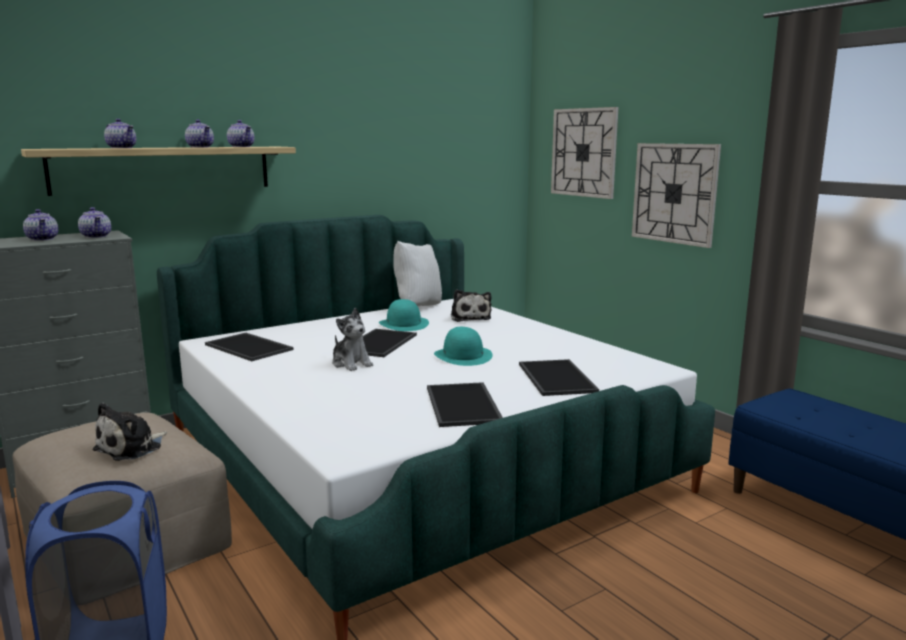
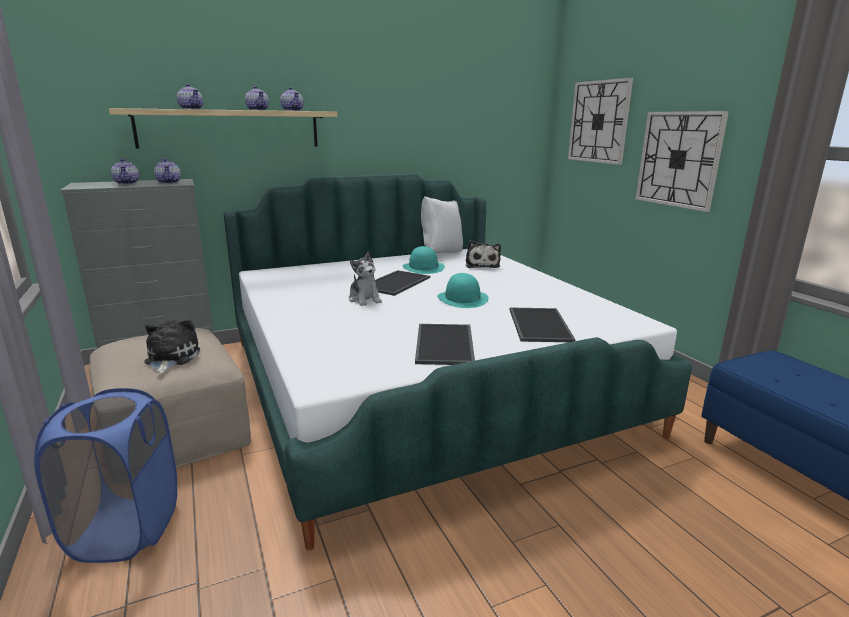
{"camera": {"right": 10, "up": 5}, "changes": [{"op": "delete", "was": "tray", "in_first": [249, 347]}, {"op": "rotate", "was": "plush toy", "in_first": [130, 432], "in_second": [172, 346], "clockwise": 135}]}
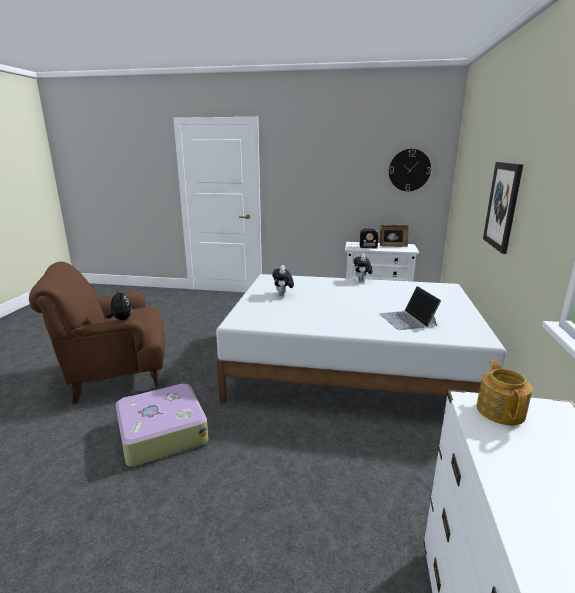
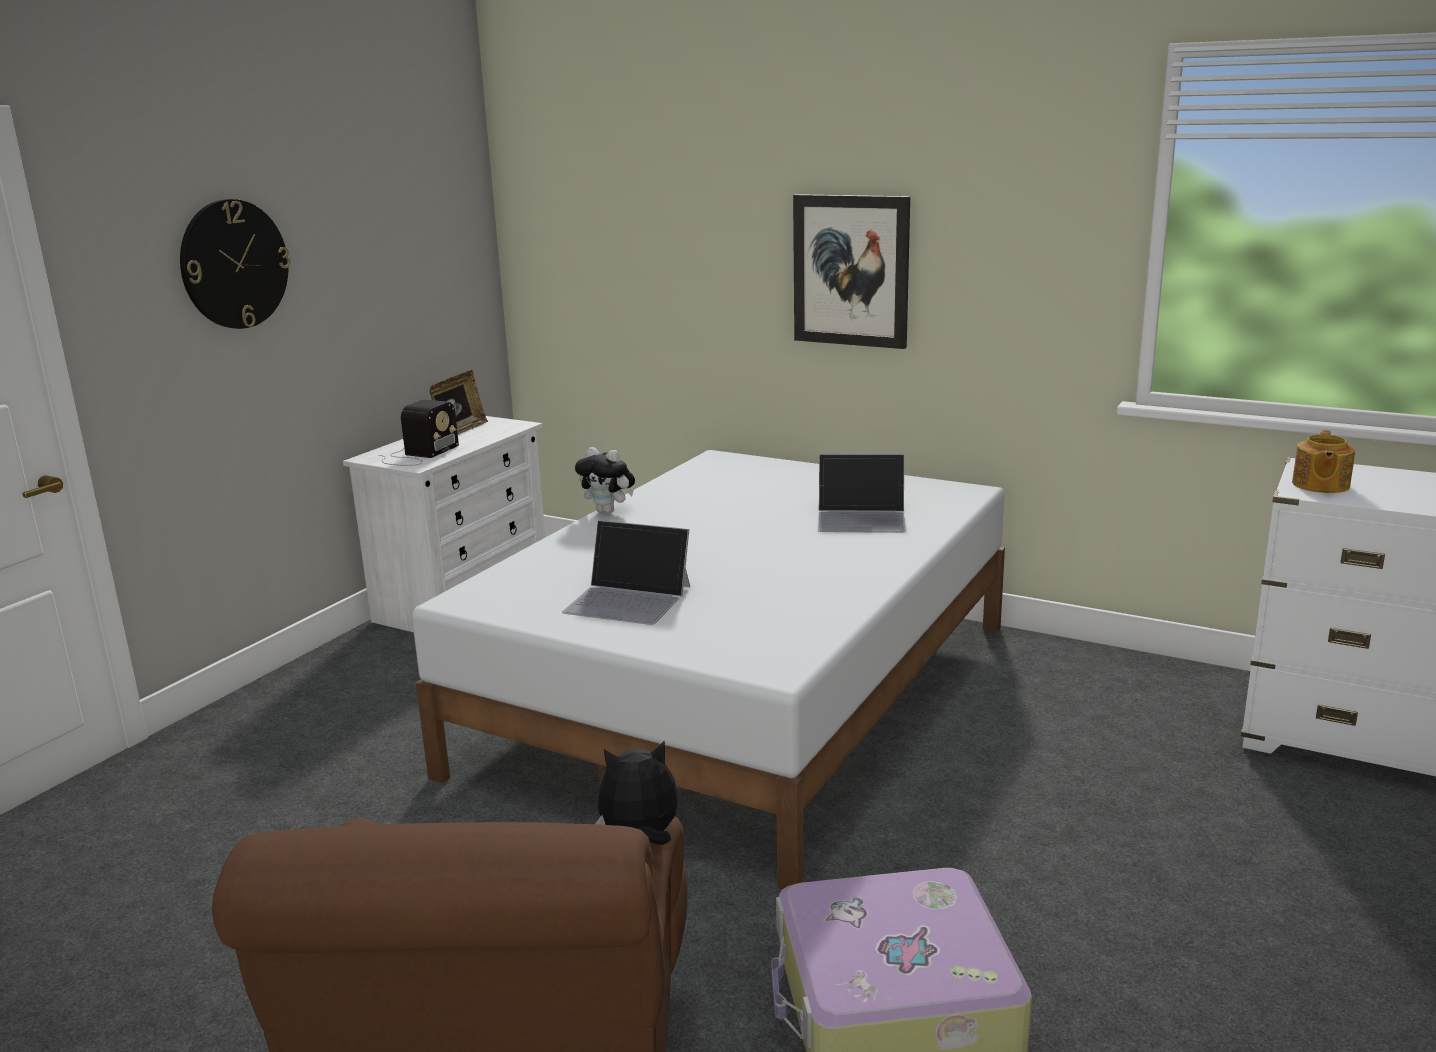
{"camera": {"right": -70, "up": 0}, "changes": [{"op": "move", "was": "wall clock", "in_first": [410, 170], "in_second": [235, 264]}, {"op": "replace", "was": "plush toy", "now": "laptop", "in_first": [283, 280], "in_second": [626, 572]}, {"op": "rotate", "was": "teapot", "in_first": [504, 392], "in_second": [1323, 461], "clockwise": -90}]}
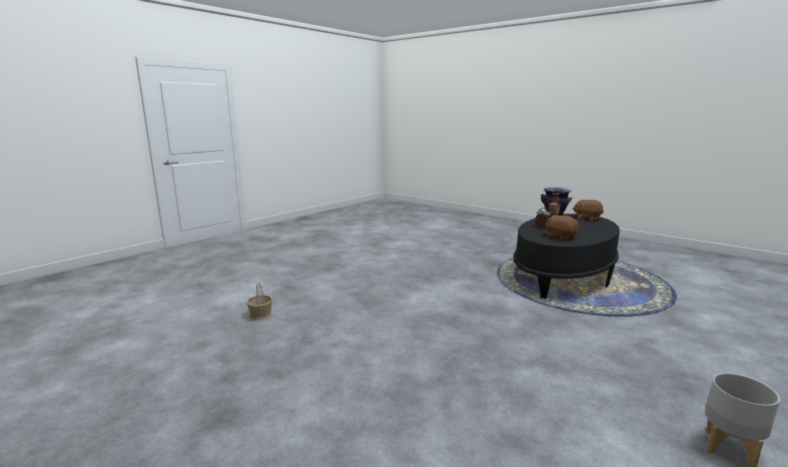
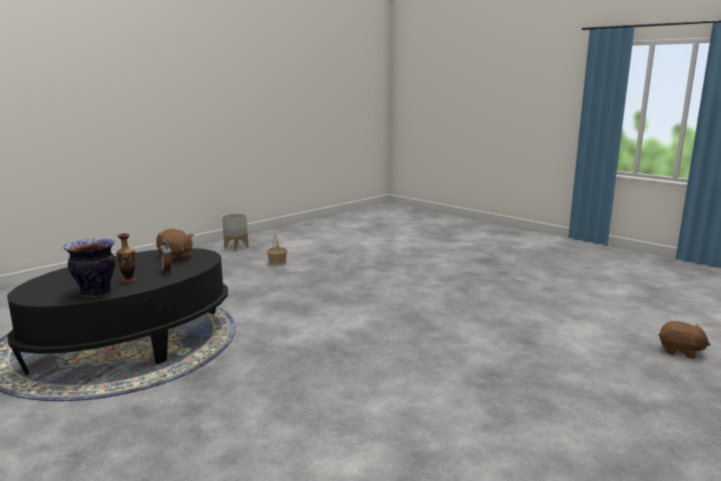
{"camera": {"right": -175, "up": 0}, "changes": [{"op": "move", "was": "basket", "in_first": [259, 300], "in_second": [277, 249]}, {"op": "move", "was": "brown plush toy", "in_first": [587, 210], "in_second": [684, 340]}]}
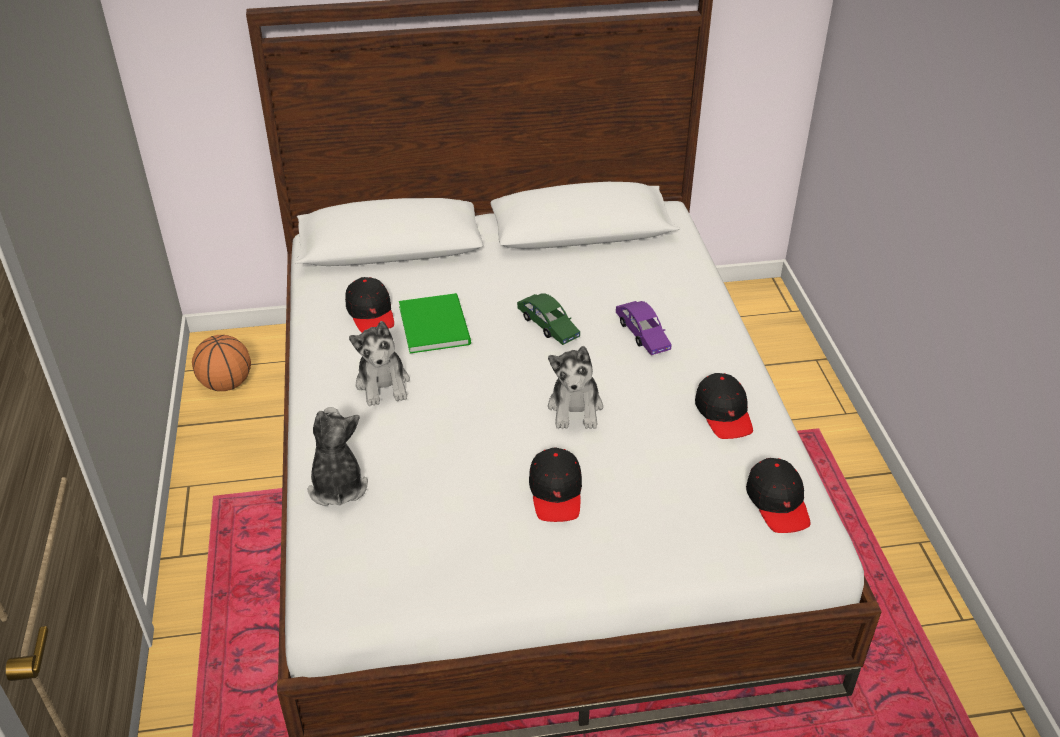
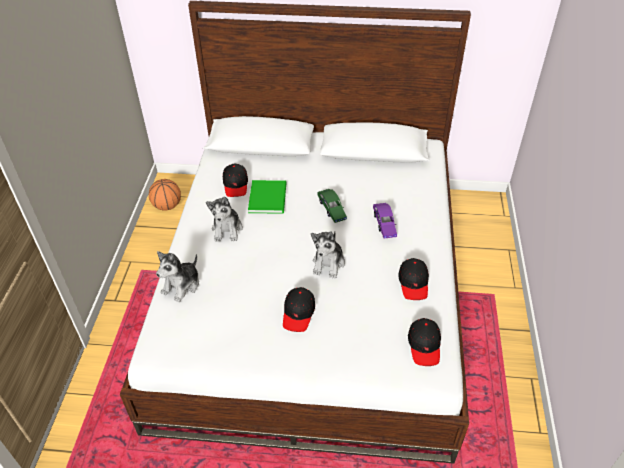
{"camera": {"right": 15, "up": 5}, "changes": [{"op": "rotate", "was": "plush toy", "in_first": [338, 456], "in_second": [177, 276], "clockwise": -150}]}
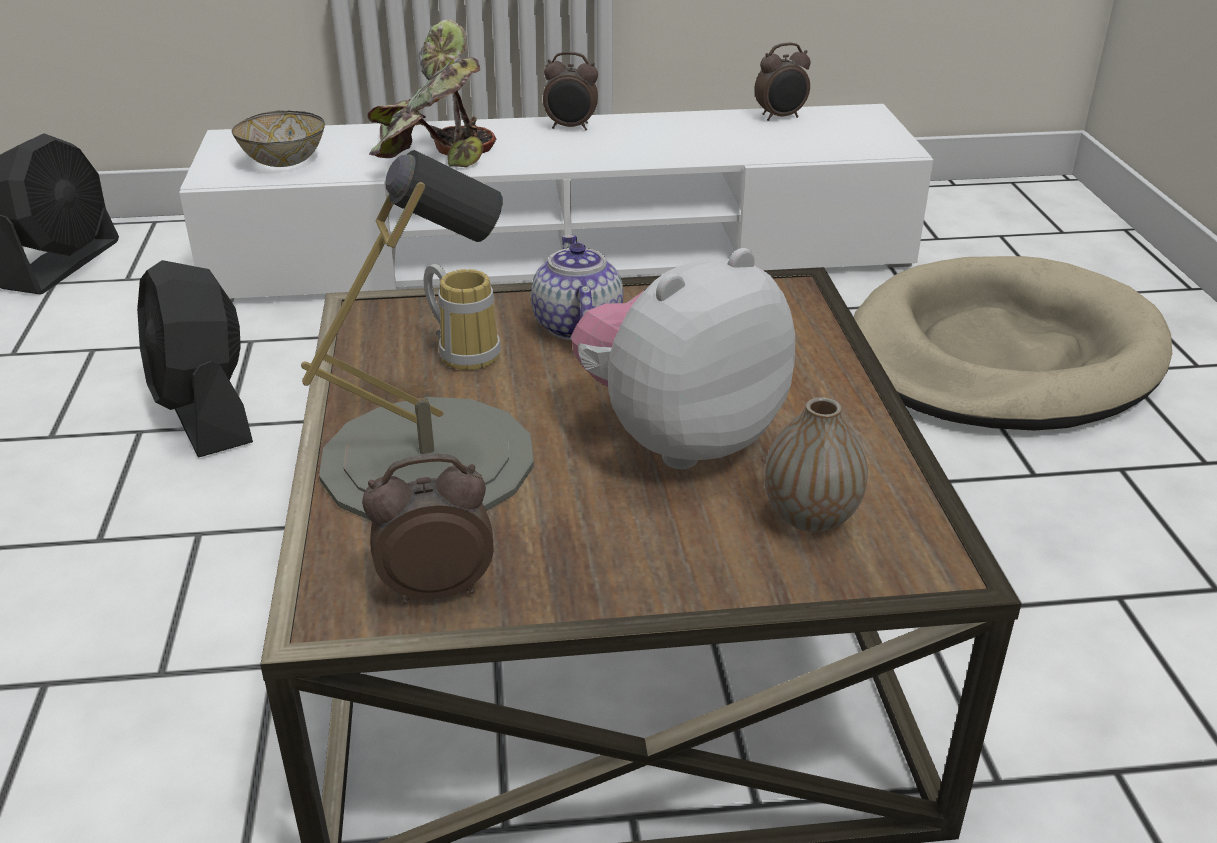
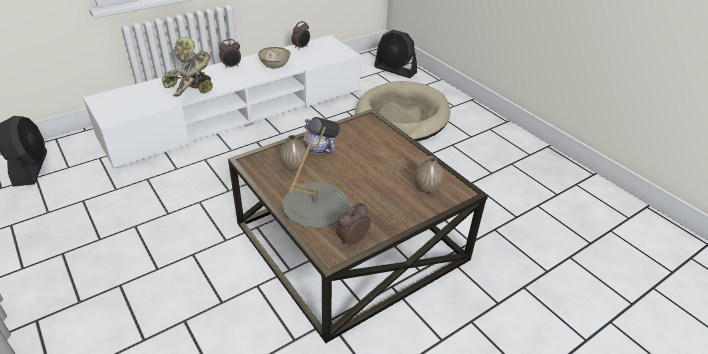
{"camera": {"right": -30, "up": 5}, "changes": [{"op": "delete", "was": "plush toy", "in_first": [683, 358]}, {"op": "move", "was": "black fan", "in_first": [195, 359], "in_second": [395, 54]}, {"op": "move", "was": "bowl", "in_first": [278, 139], "in_second": [274, 57]}, {"op": "replace", "was": "mug", "now": "vase", "in_first": [462, 317], "in_second": [293, 153]}]}
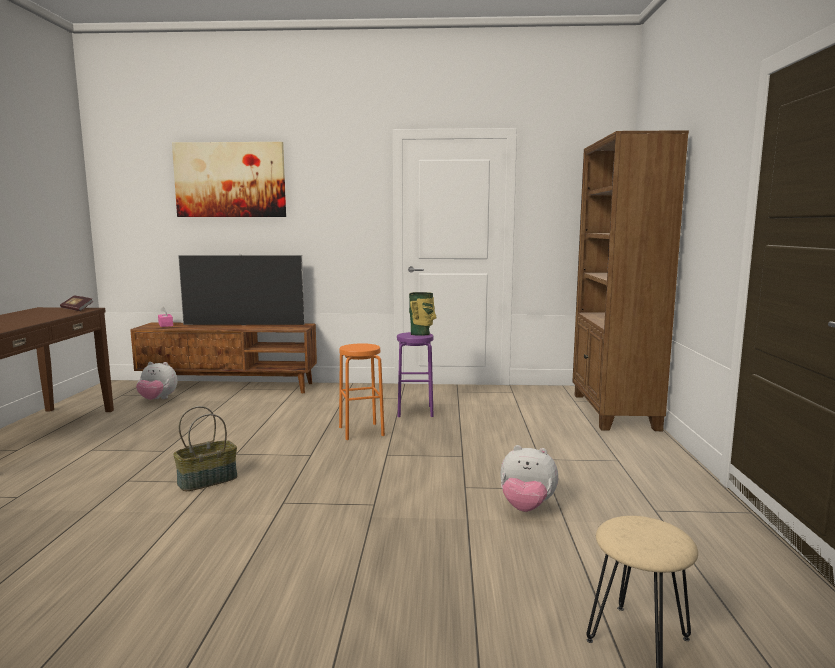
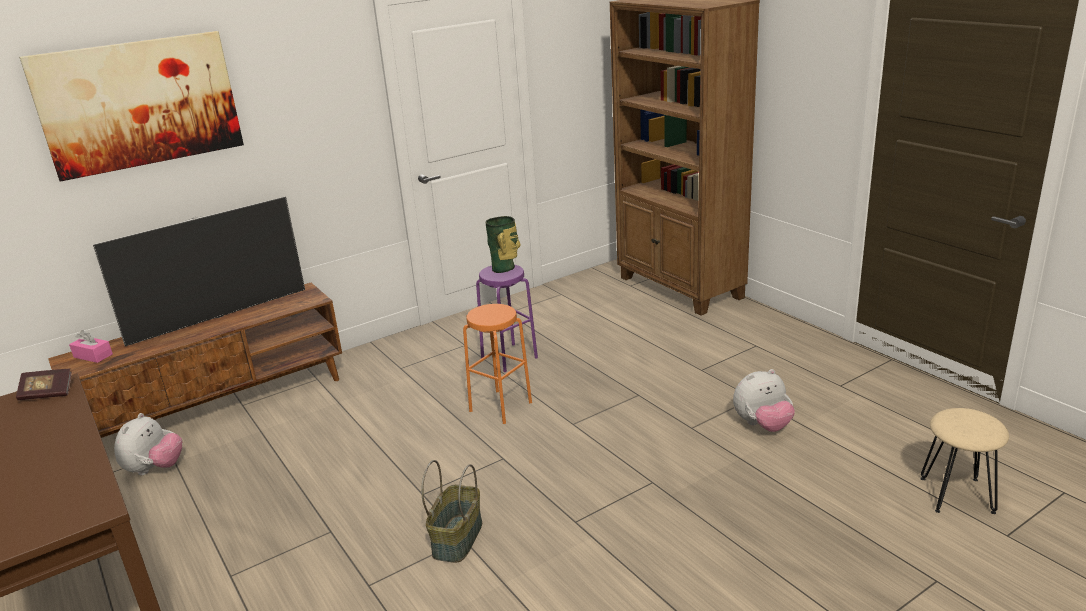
{"camera": {"right": -35, "up": 15}, "changes": [{"op": "rotate", "was": "plush toy", "in_first": [156, 381], "in_second": [148, 444], "clockwise": -45}]}
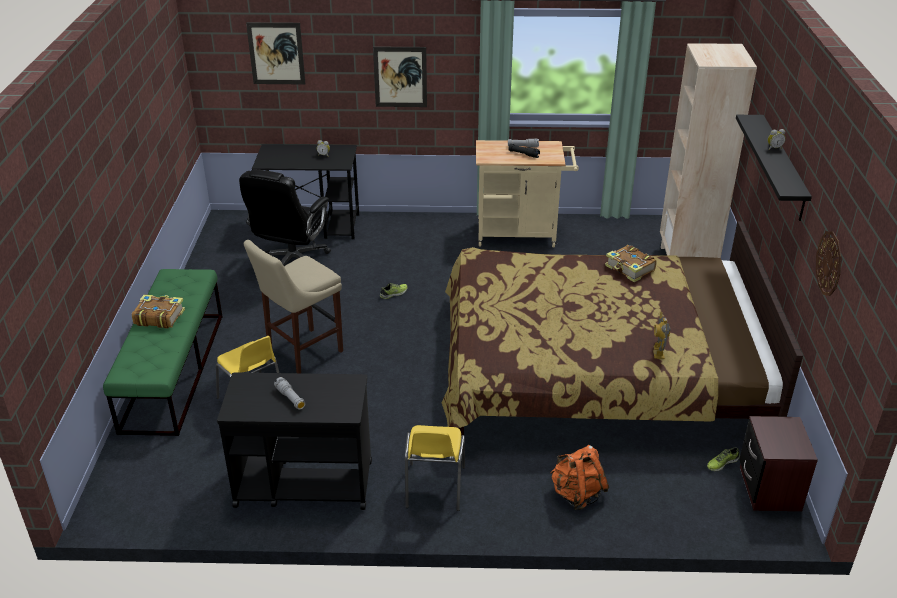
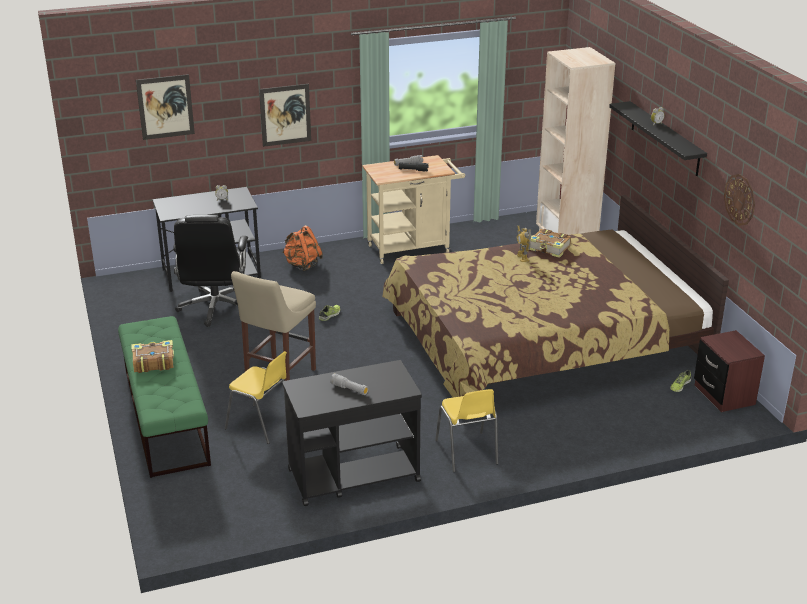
{"camera": {"right": -20, "up": -5}, "changes": [{"op": "move", "was": "orange backpack", "in_first": [579, 477], "in_second": [302, 248]}, {"op": "move", "was": "toy robot", "in_first": [662, 335], "in_second": [523, 244]}]}
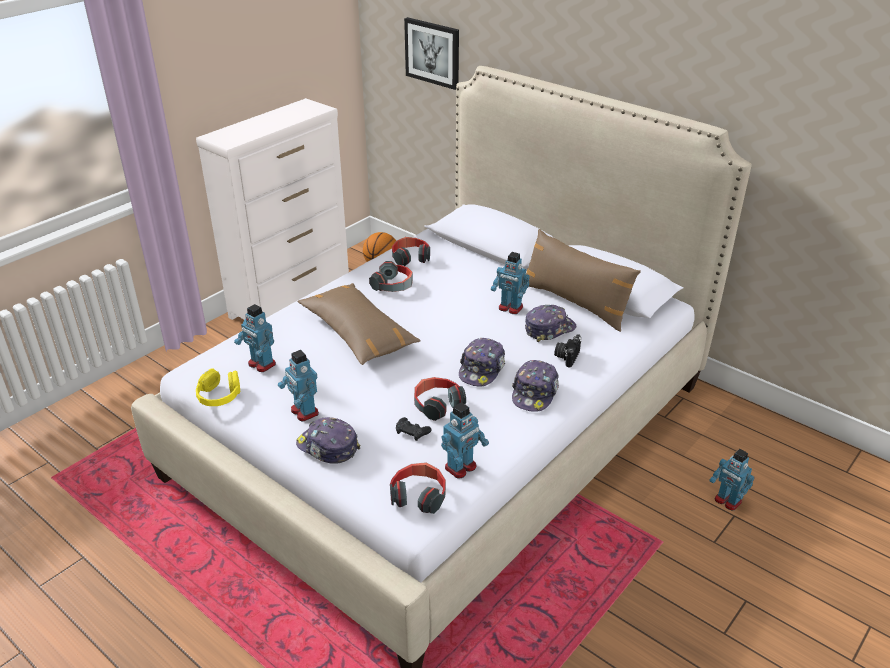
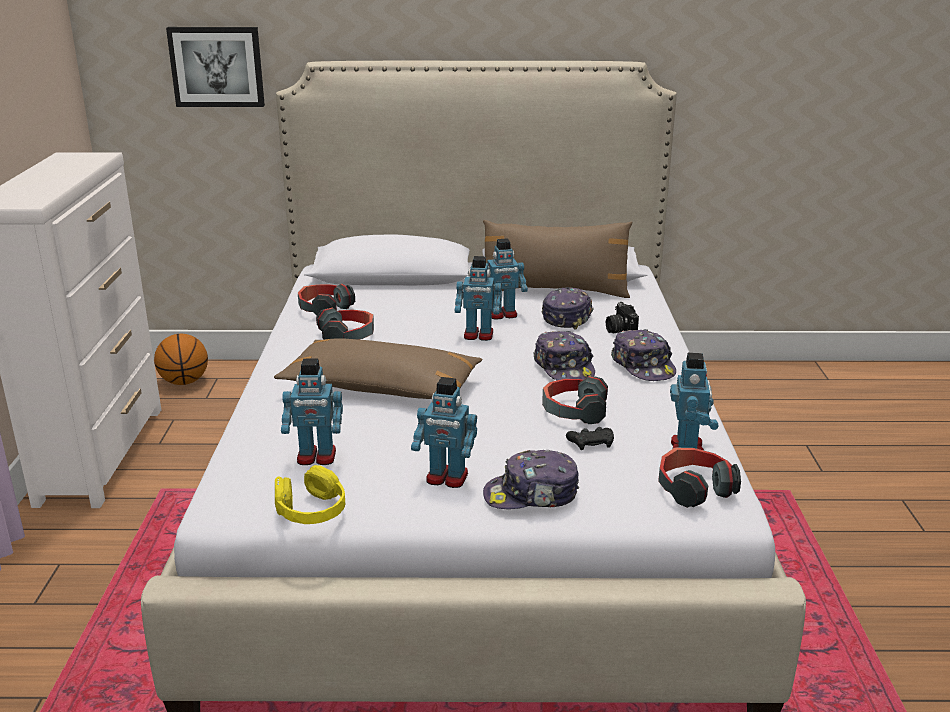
{"camera": {"right": -40, "up": -10}, "changes": [{"op": "move", "was": "toy robot", "in_first": [732, 480], "in_second": [478, 298]}]}
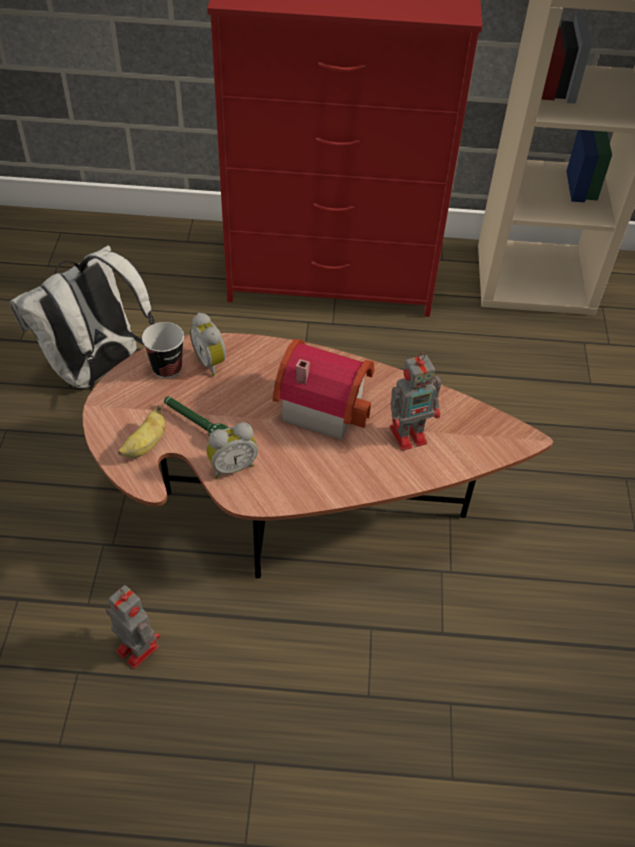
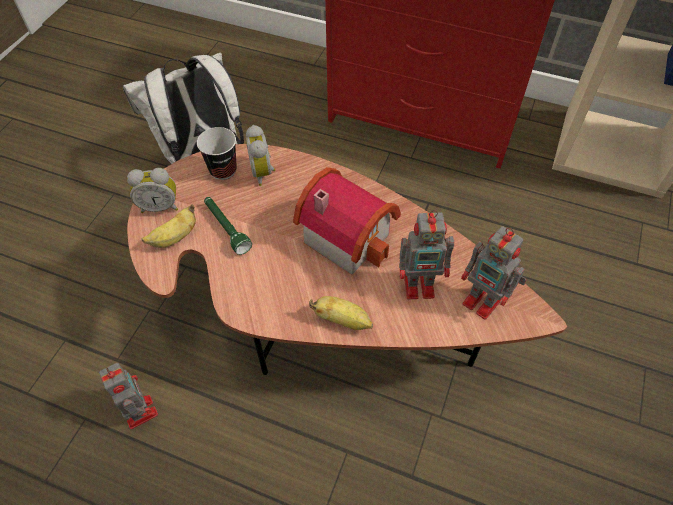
{"camera": {"right": 20, "up": 5}, "changes": [{"op": "insert", "now": "banana", "in_second": [341, 313]}, {"op": "insert", "now": "toy robot", "in_second": [493, 273]}, {"op": "move", "was": "alarm clock", "in_first": [232, 450], "in_second": [152, 190]}]}
